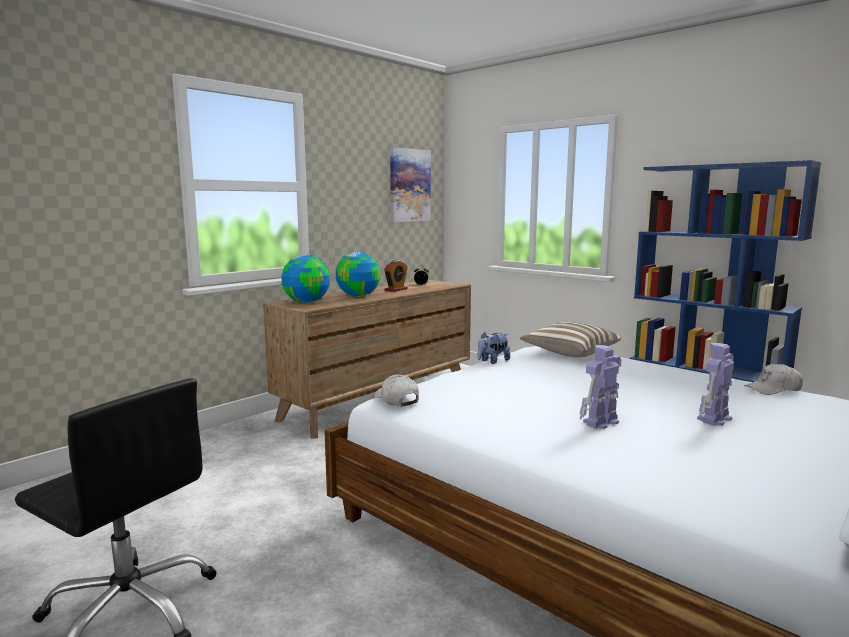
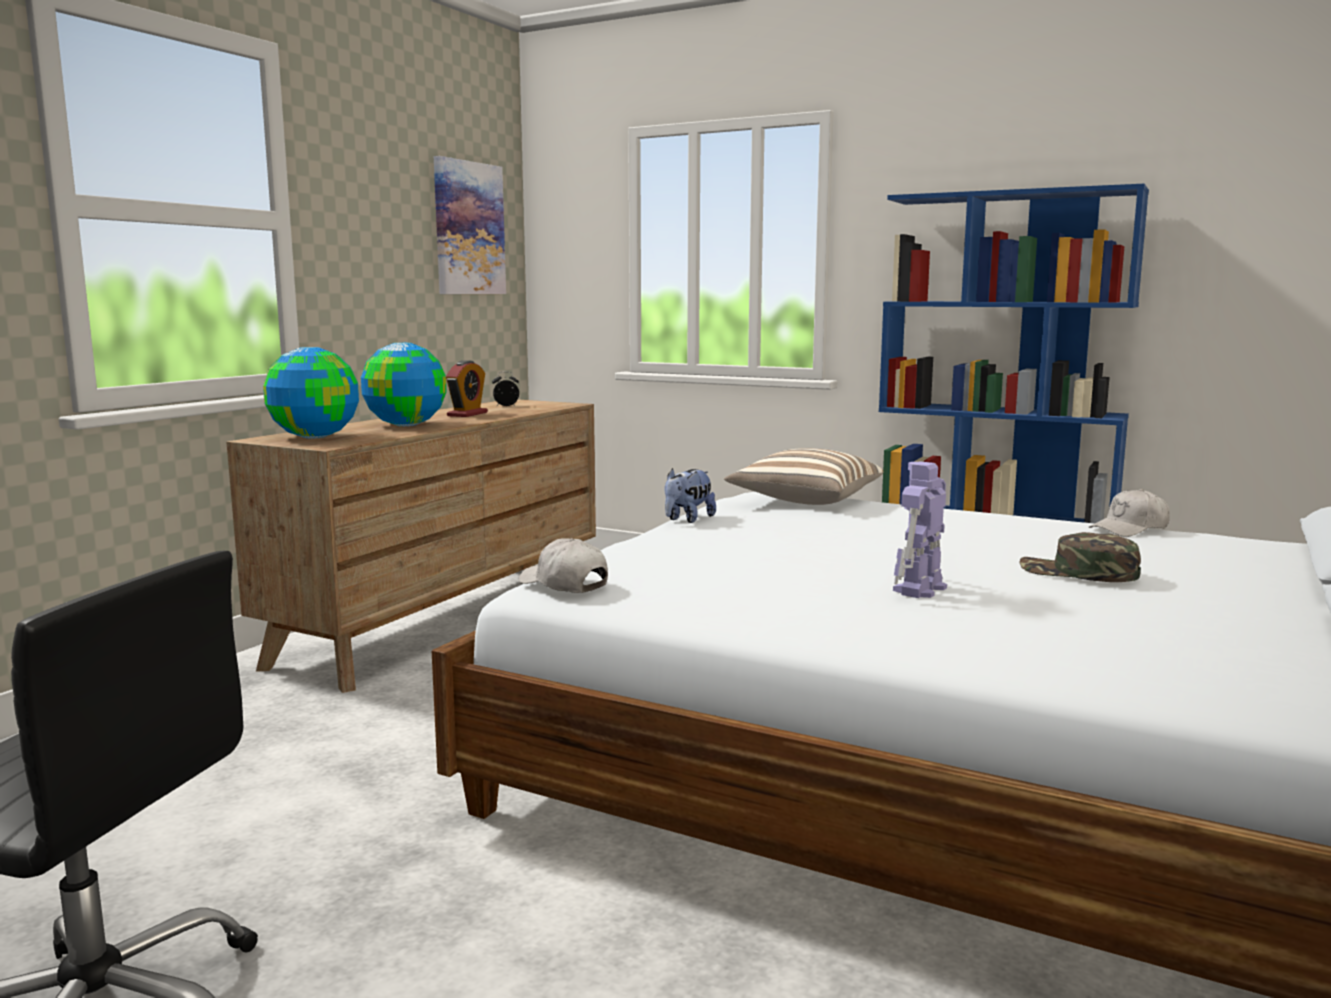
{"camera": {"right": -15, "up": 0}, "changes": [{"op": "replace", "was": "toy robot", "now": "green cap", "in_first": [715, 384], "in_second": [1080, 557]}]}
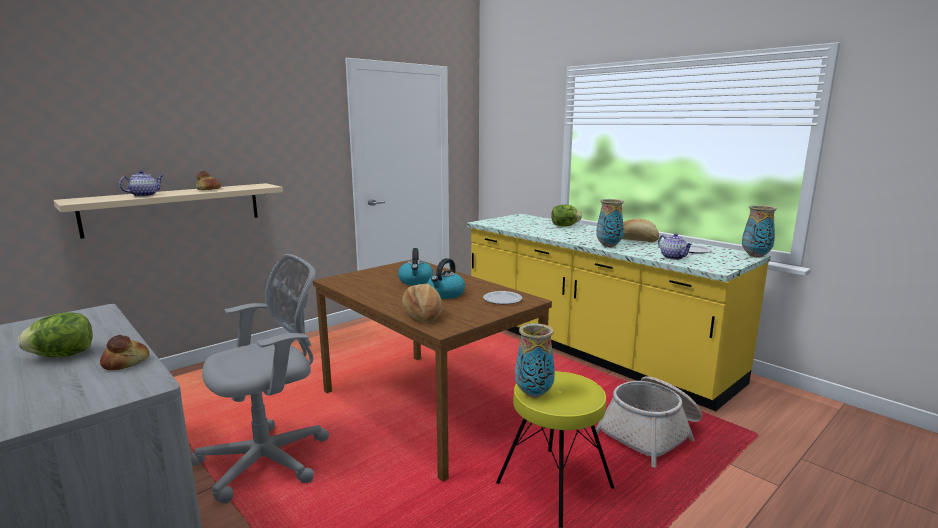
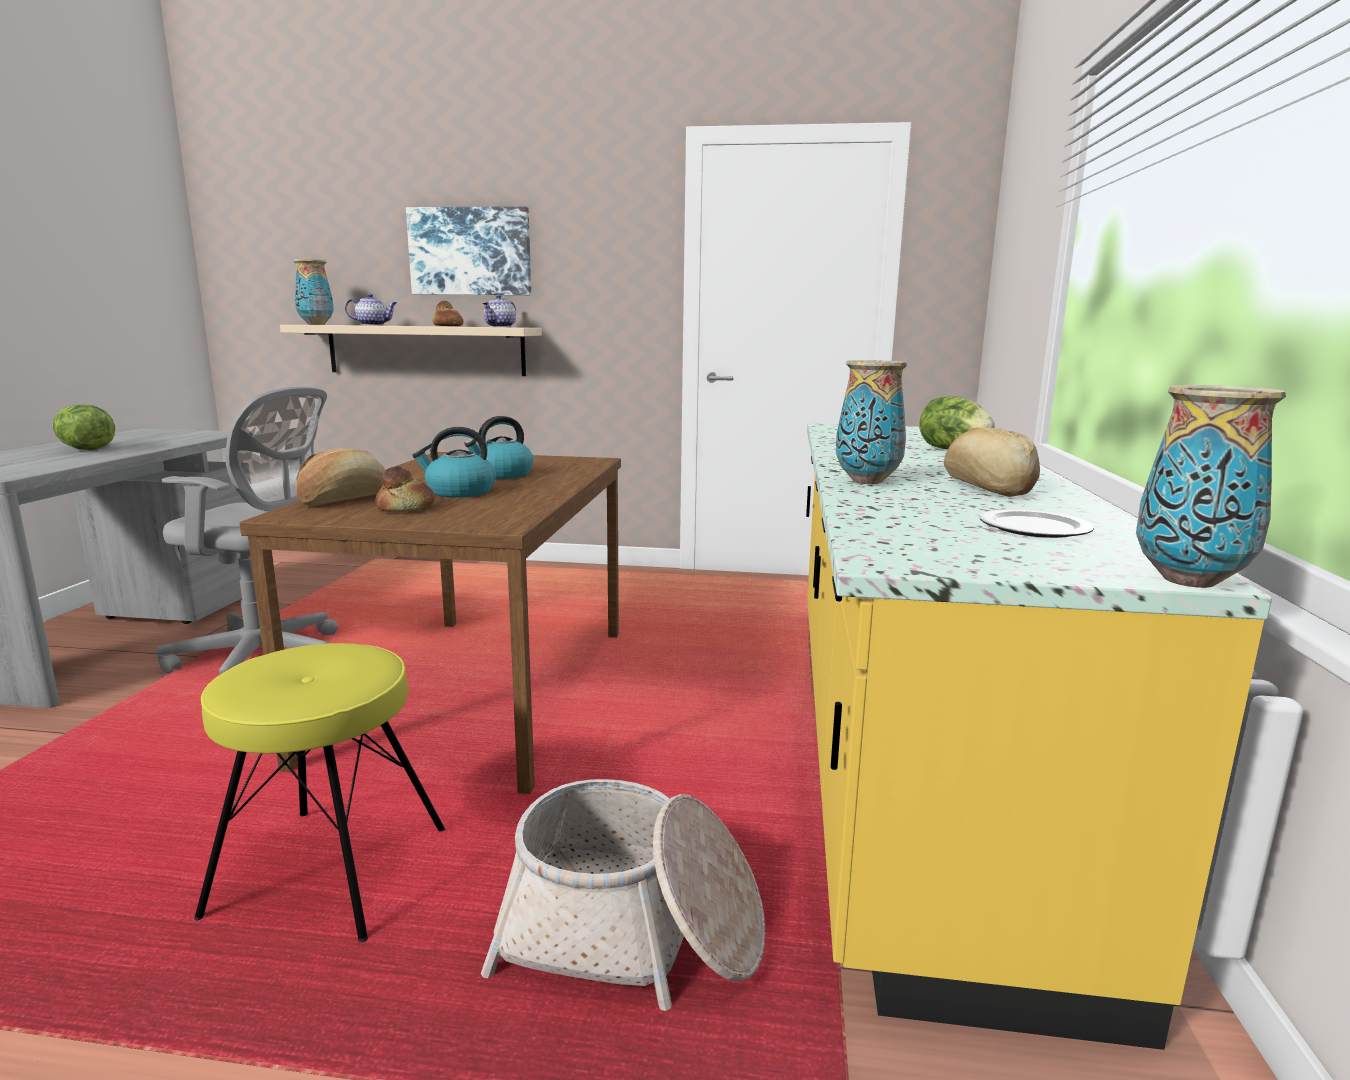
{"camera": {"right": 50, "up": 0}, "changes": [{"op": "delete", "was": "plate", "in_first": [502, 297]}, {"op": "insert", "now": "picture", "in_second": [468, 250]}, {"op": "move", "was": "bread", "in_first": [124, 352], "in_second": [405, 489]}, {"op": "move", "was": "vase", "in_first": [535, 360], "in_second": [314, 292]}, {"op": "move", "was": "teapot", "in_first": [675, 246], "in_second": [499, 311]}]}
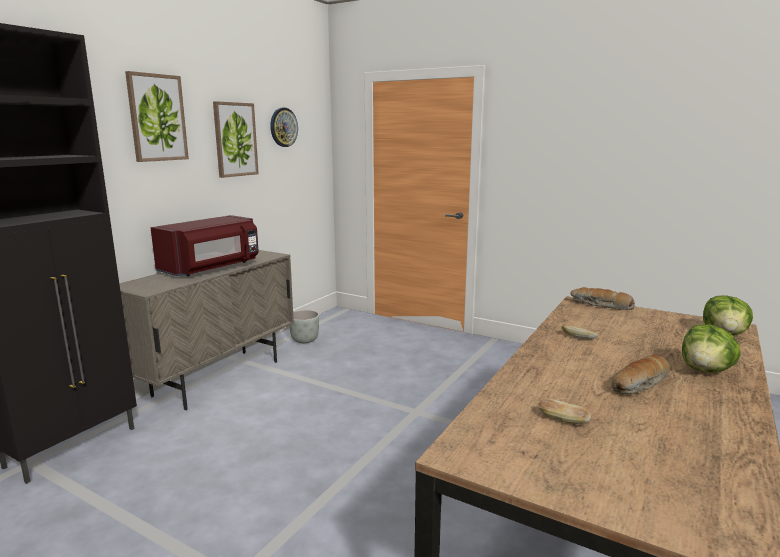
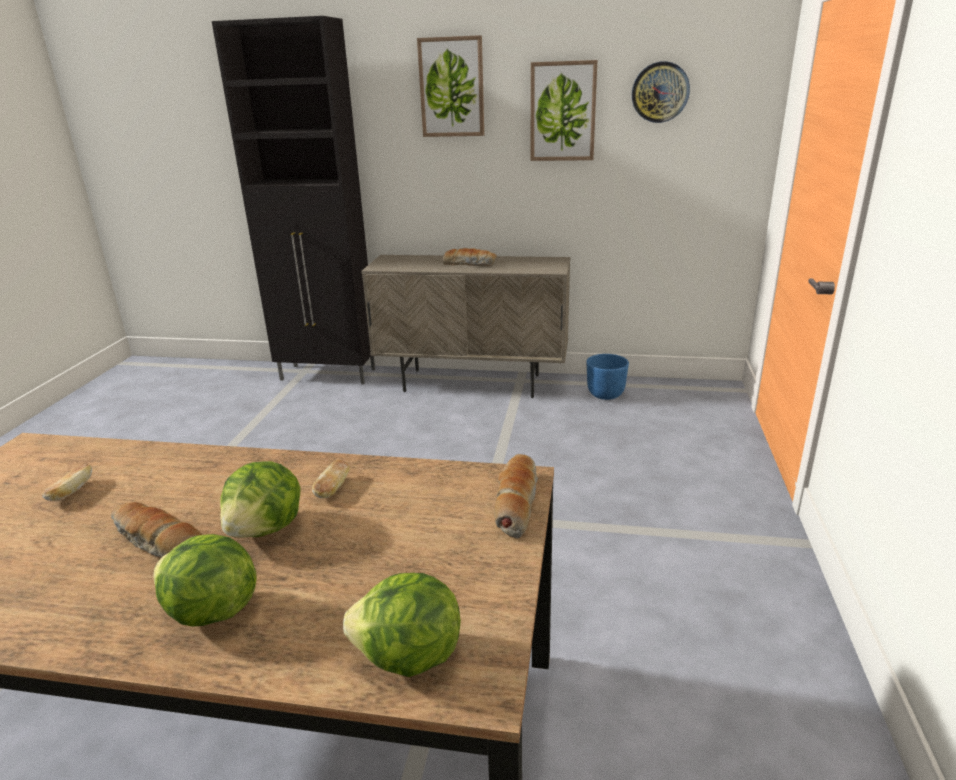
{"camera": {"right": 70, "up": 10}, "changes": [{"op": "insert", "now": "lettuce", "in_second": [260, 499]}, {"op": "replace", "was": "red microwave", "now": "bread", "in_first": [205, 245], "in_second": [470, 257]}, {"op": "recolor", "was": "grey planter", "now": "blue planter", "in_first": [304, 326], "in_second": [607, 377]}]}
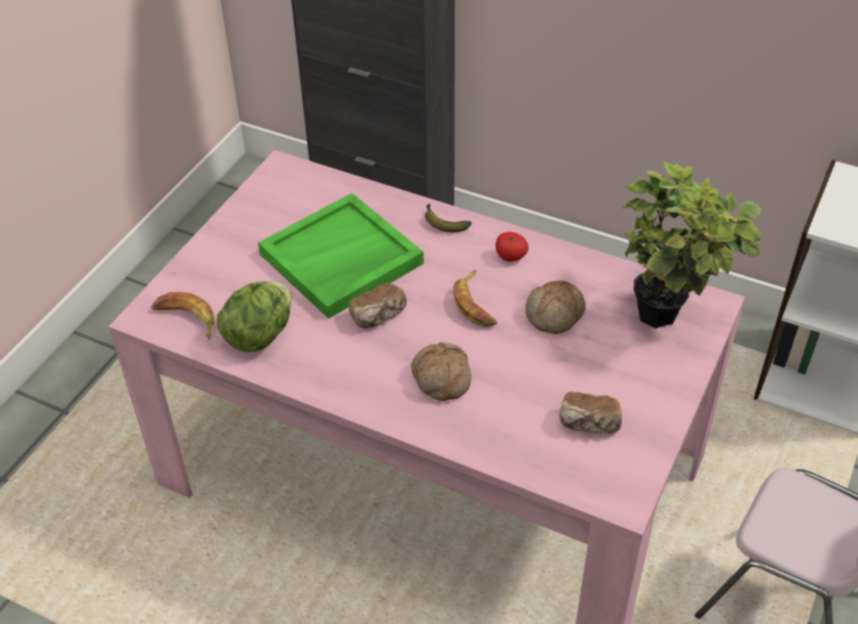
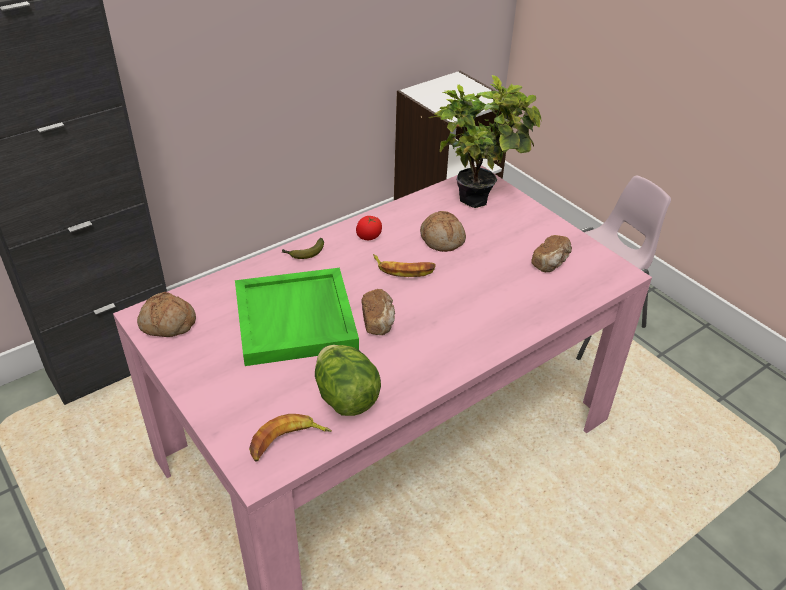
{"camera": {"right": -65, "up": -5}, "changes": [{"op": "move", "was": "bread", "in_first": [441, 371], "in_second": [166, 314]}]}
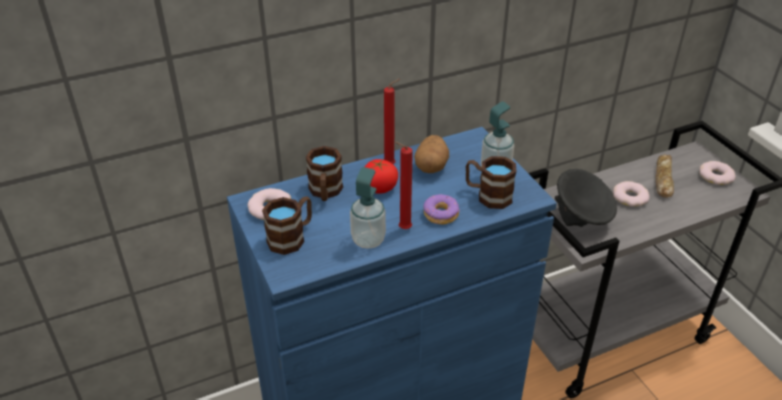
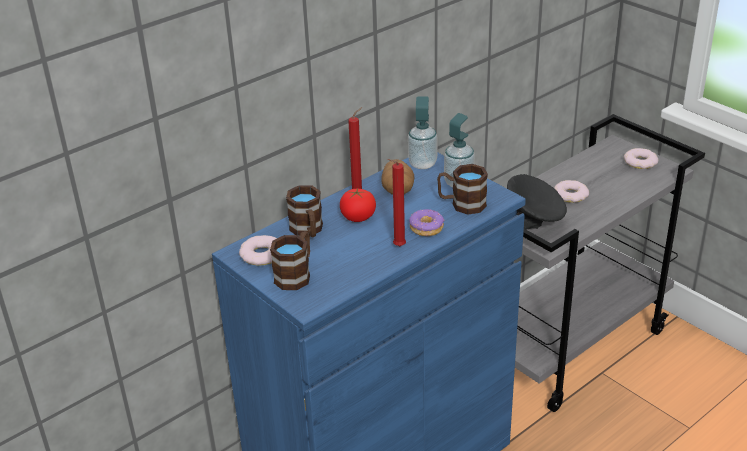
{"camera": {"right": -15, "up": -5}, "changes": [{"op": "delete", "was": "bread", "in_first": [665, 176]}, {"op": "move", "was": "soap dispenser", "in_first": [368, 208], "in_second": [422, 132]}]}
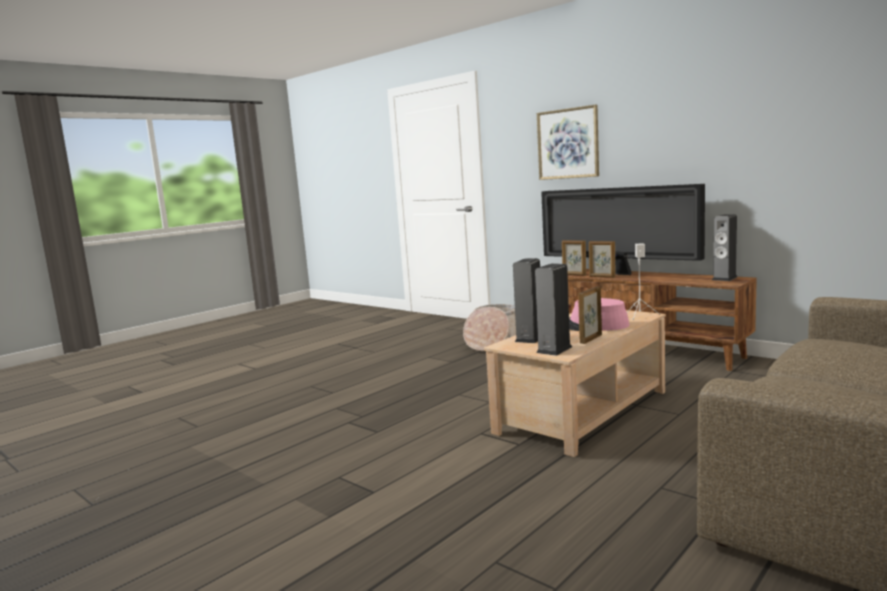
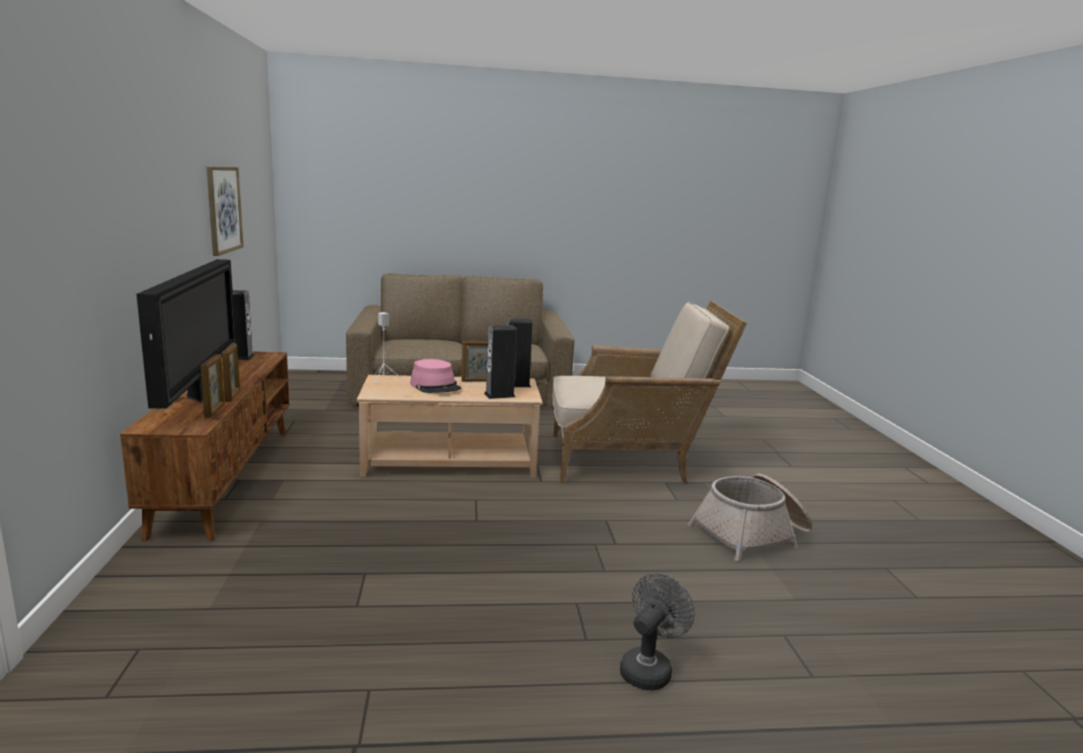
{"camera": {"right": -140, "up": 5}, "changes": [{"op": "insert", "now": "beige armchair", "in_second": [649, 392]}, {"op": "insert", "now": "grey fan", "in_second": [657, 631]}, {"op": "move", "was": "basket", "in_first": [489, 328], "in_second": [750, 517]}, {"op": "move", "was": "picture", "in_first": [568, 142], "in_second": [225, 211]}]}
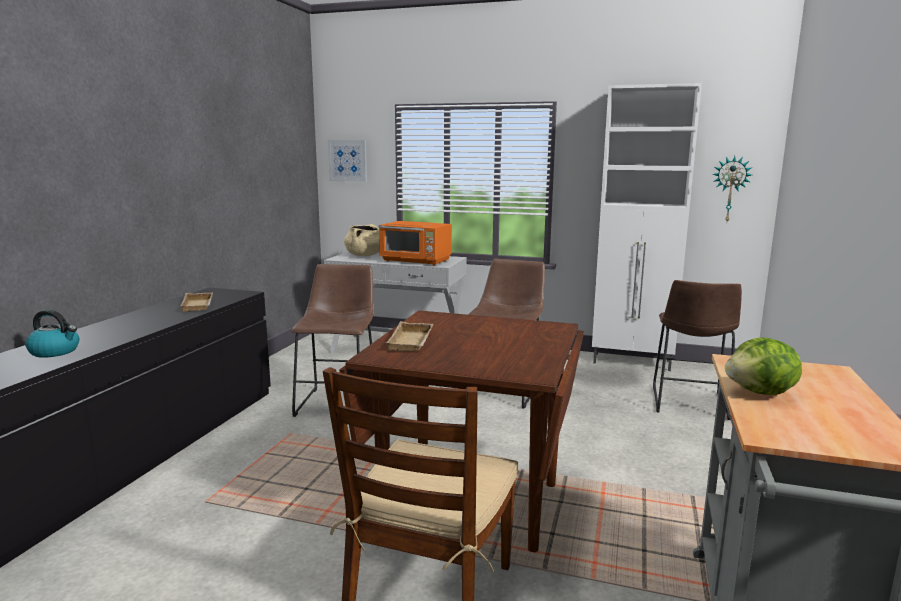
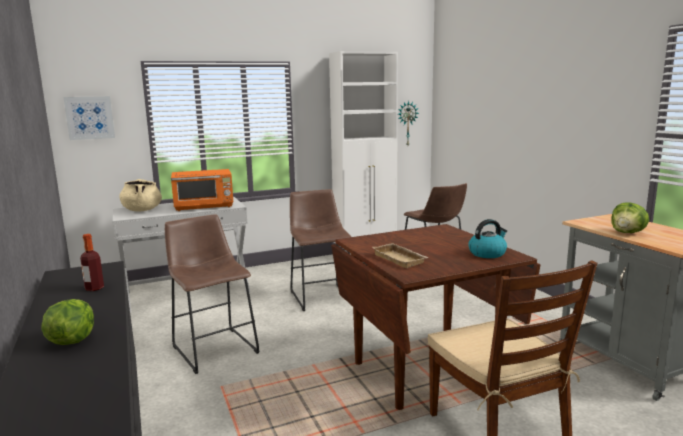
{"camera": {"right": -40, "up": 0}, "changes": [{"op": "insert", "now": "lettuce", "in_second": [67, 322]}, {"op": "move", "was": "kettle", "in_first": [52, 334], "in_second": [487, 238]}, {"op": "replace", "was": "beige tray", "now": "bottle", "in_first": [196, 302], "in_second": [92, 262]}]}
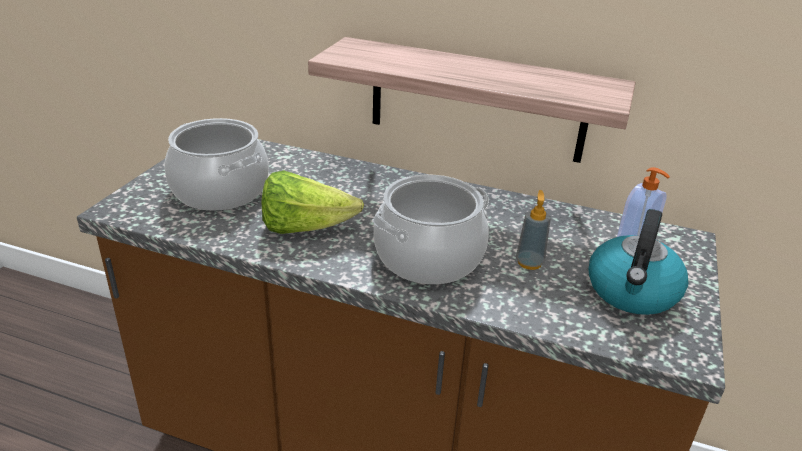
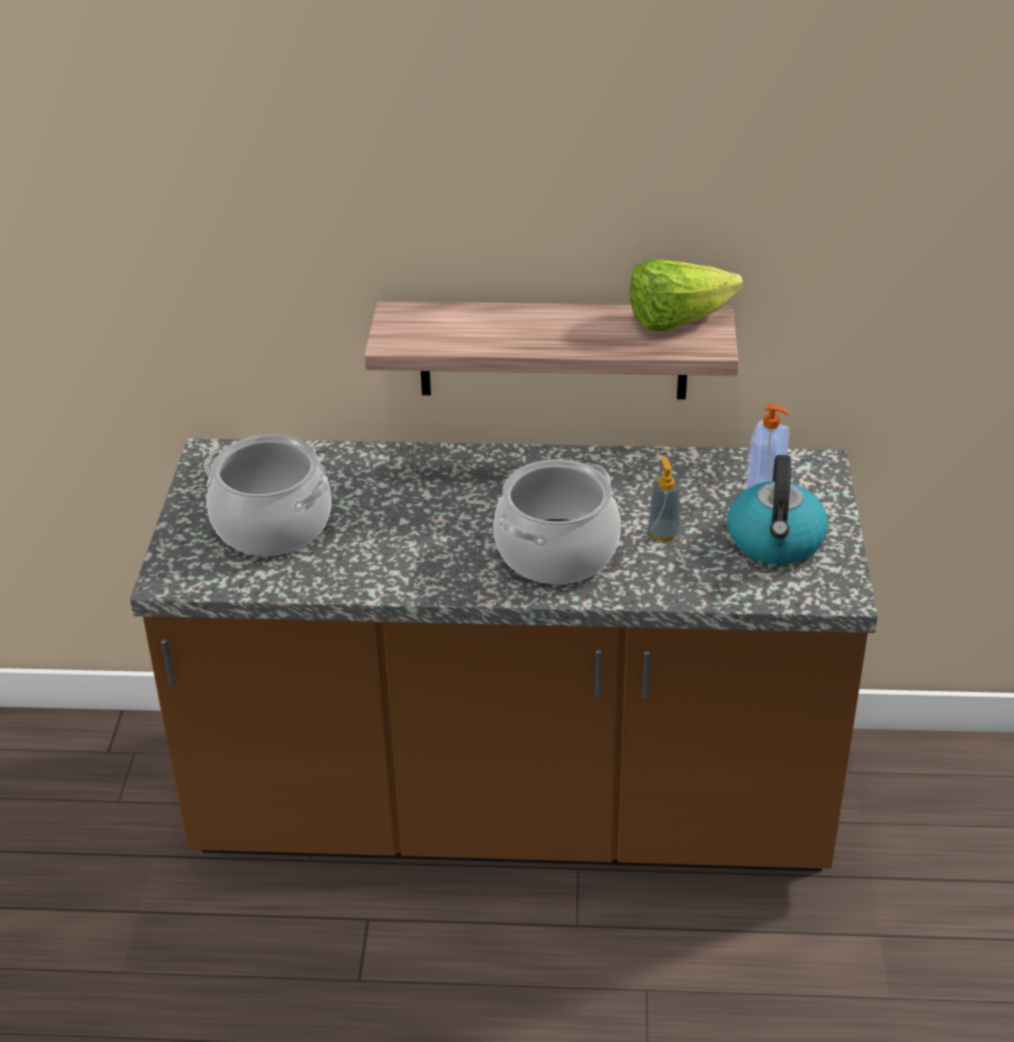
{"camera": {"right": -15, "up": 5}, "changes": [{"op": "move", "was": "lettuce", "in_first": [312, 202], "in_second": [686, 295]}]}
